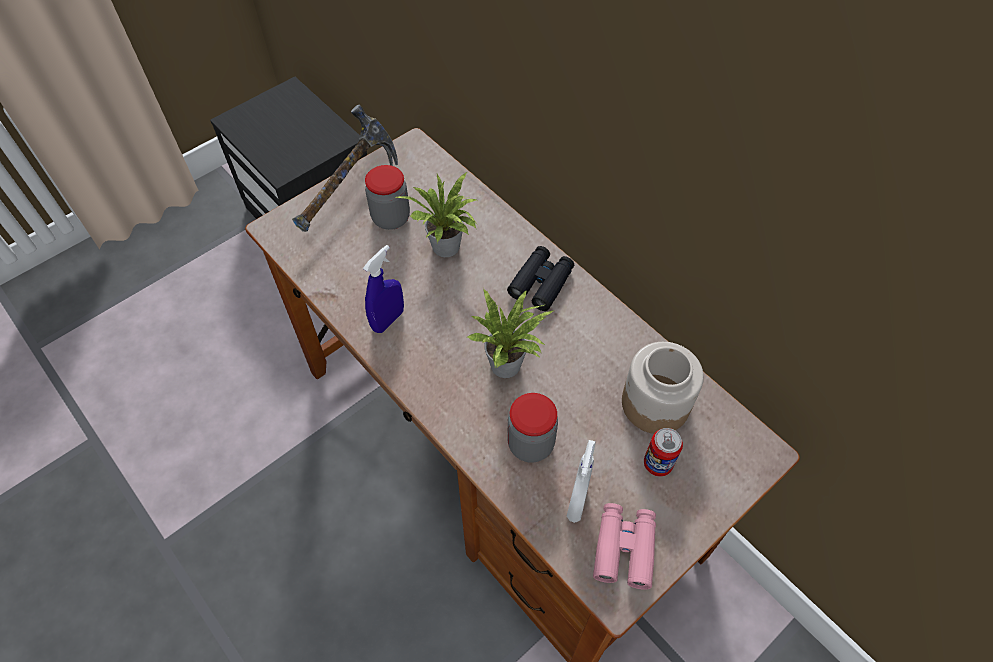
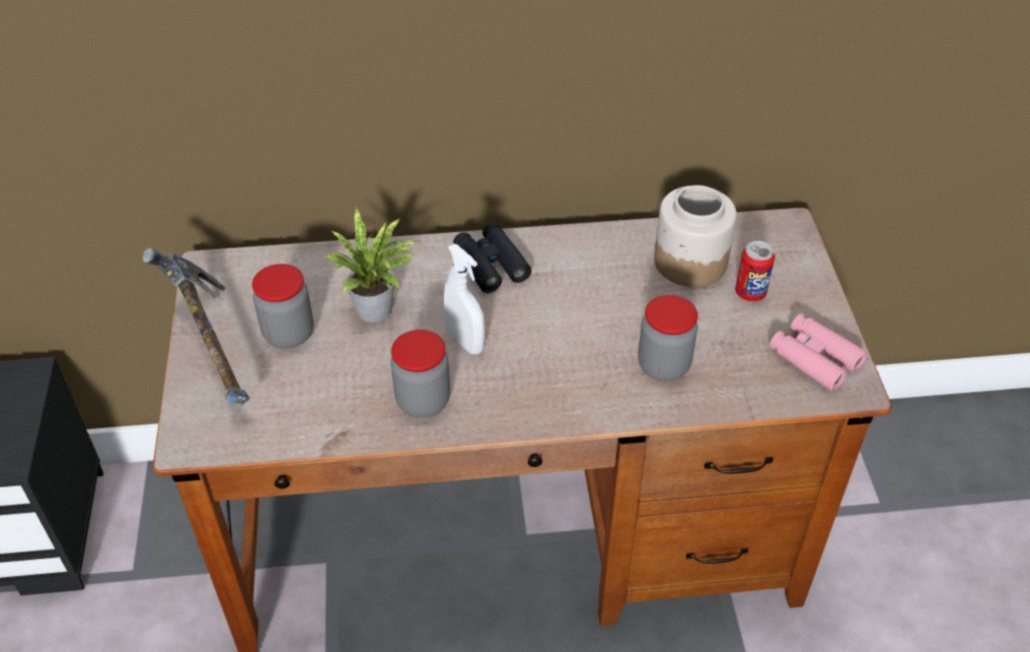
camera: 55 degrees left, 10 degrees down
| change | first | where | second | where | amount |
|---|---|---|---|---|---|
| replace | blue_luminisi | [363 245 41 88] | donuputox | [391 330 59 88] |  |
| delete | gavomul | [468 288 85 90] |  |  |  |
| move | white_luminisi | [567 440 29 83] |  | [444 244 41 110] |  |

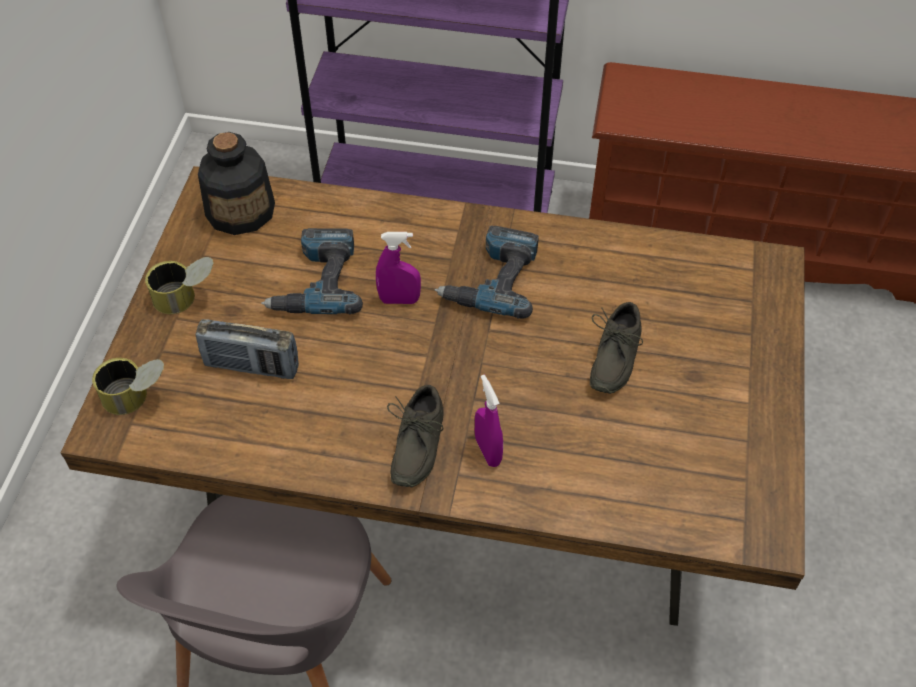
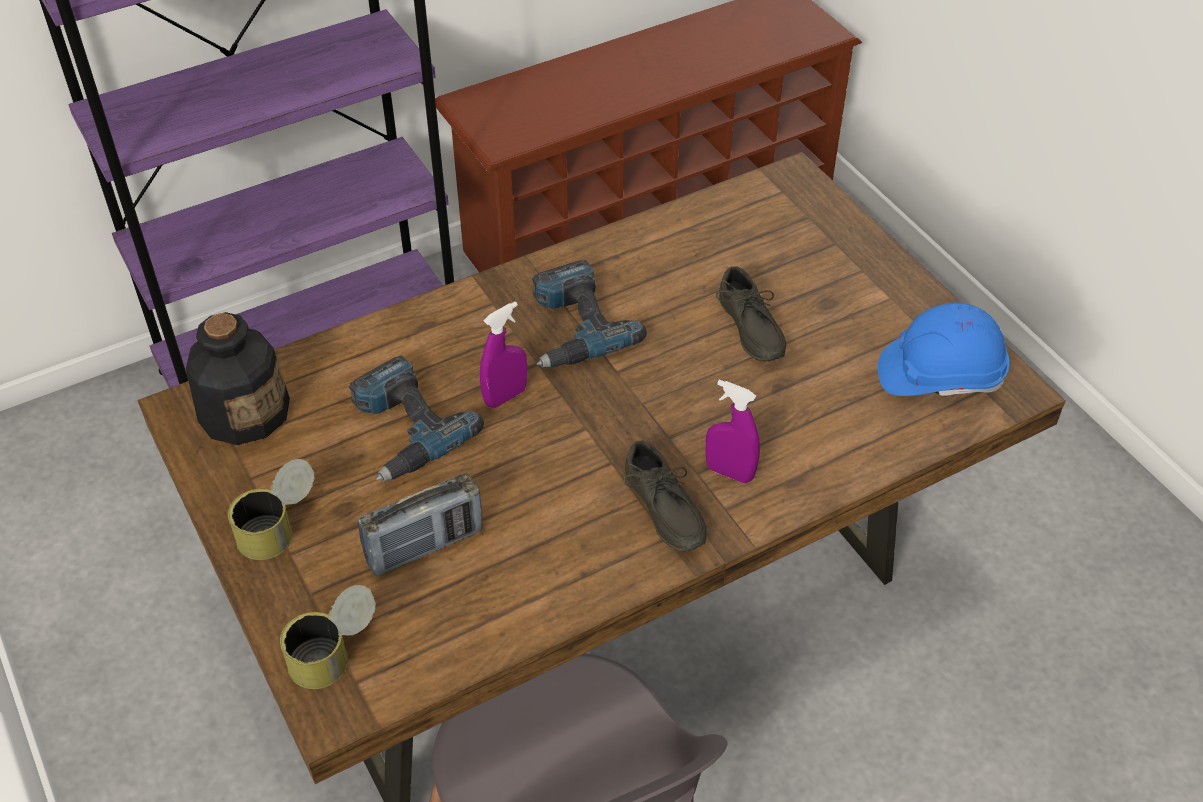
camera: 40 degrees left, 5 degrees down
| change | first | where | second | where | amount |
|---|---|---|---|---|---|
| insert |  |  | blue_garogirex | [878 303 131 93] |  |

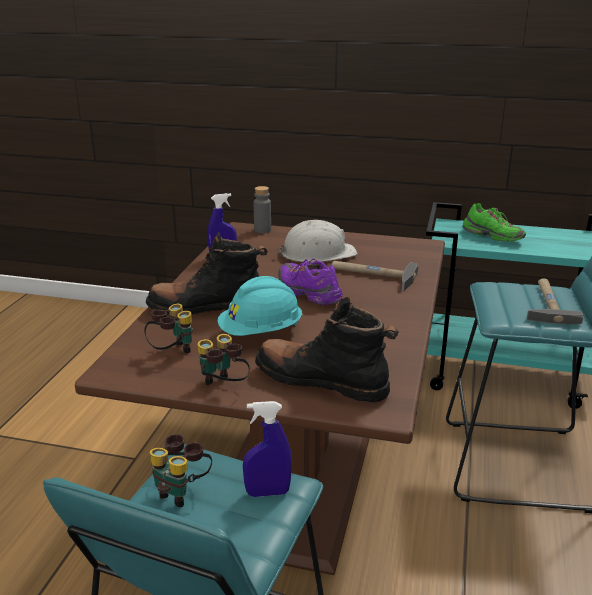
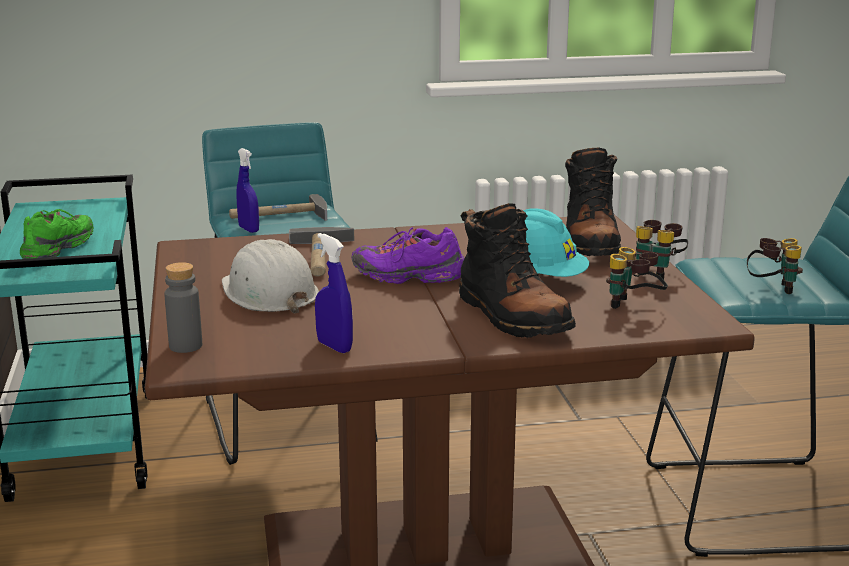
camera: 115 degrees left, 5 degrees down
| change | first | where | second | where | amount |
|---|---|---|---|---|---|
| move | blue_luminisi | [243 401 49 96] |  | [236 148 23 85] |  |
| rotate | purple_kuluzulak | [278 259 65 46] |  | [351 227 113 57] | 75 degrees clockwise |

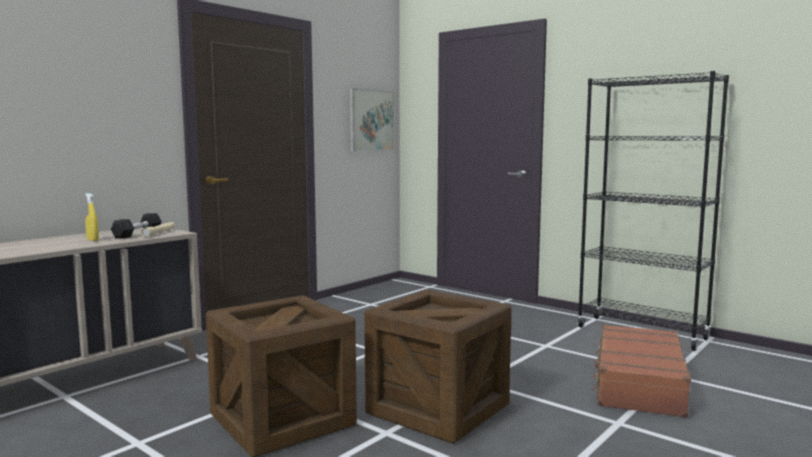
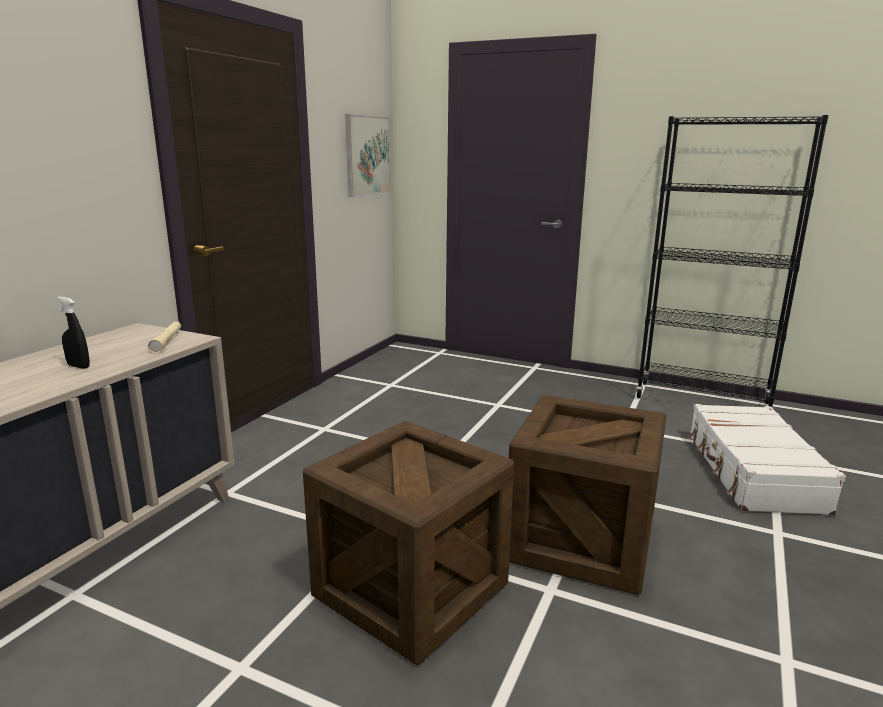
camera: 15 degrees left, 10 degrees up
| change | first | where | second | where | amount |
|---|---|---|---|---|---|
| recolor | yellow_luminisi | [85 193 14 48] | black_luminisi | [57 297 33 72] |  |
| delete | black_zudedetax | [111 213 51 26] |  |  |  |
| recolor | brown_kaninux | [591 324 100 94] | white_kaninux | [688 404 158 111] |  |

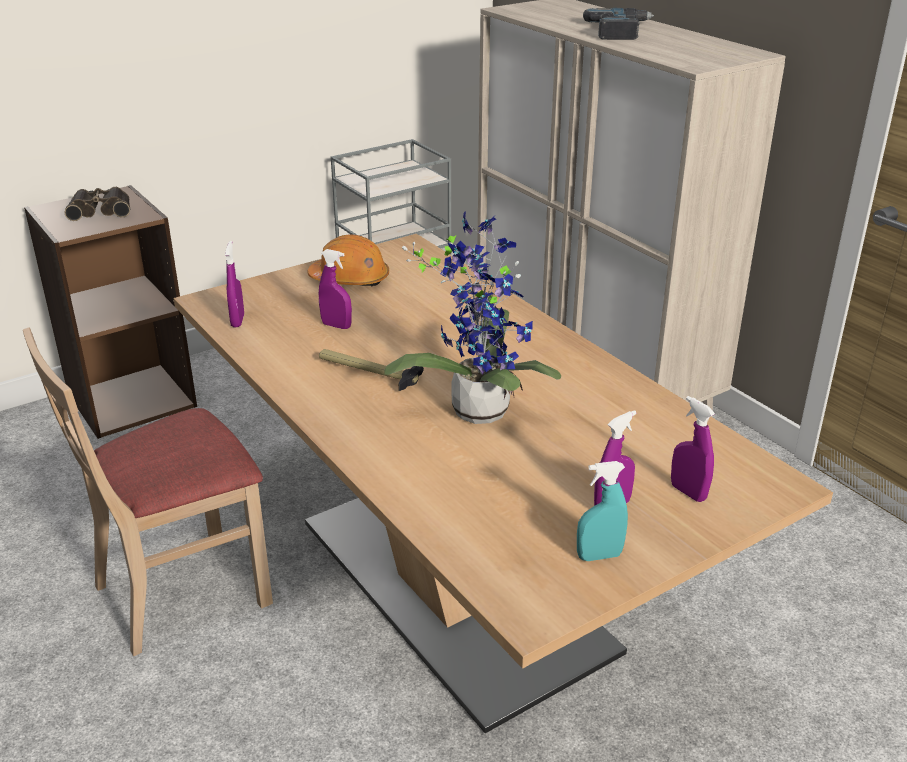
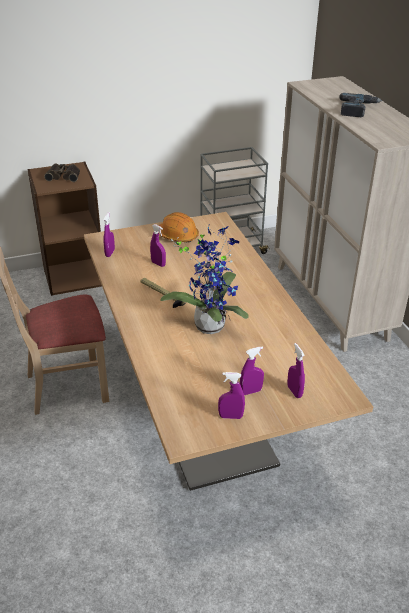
camera: 15 degrees right, 5 degrees up
| change | first | where | second | where | amount |
|---|---|---|---|---|---|
| recolor | turquoise_luminisi | [577 461 51 100] | purple_luminisi | [218 372 27 47] |  |

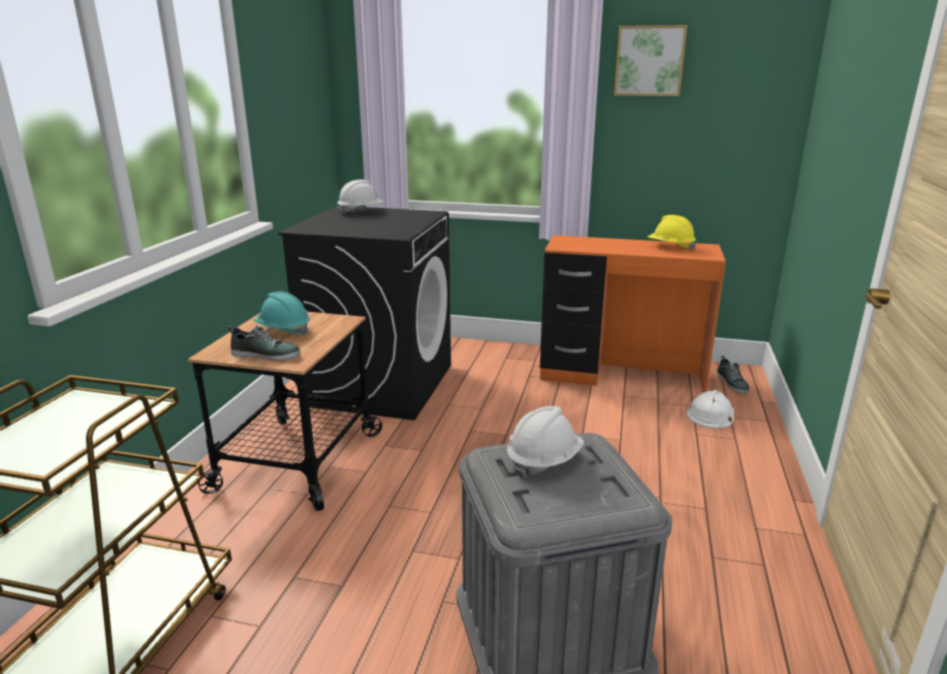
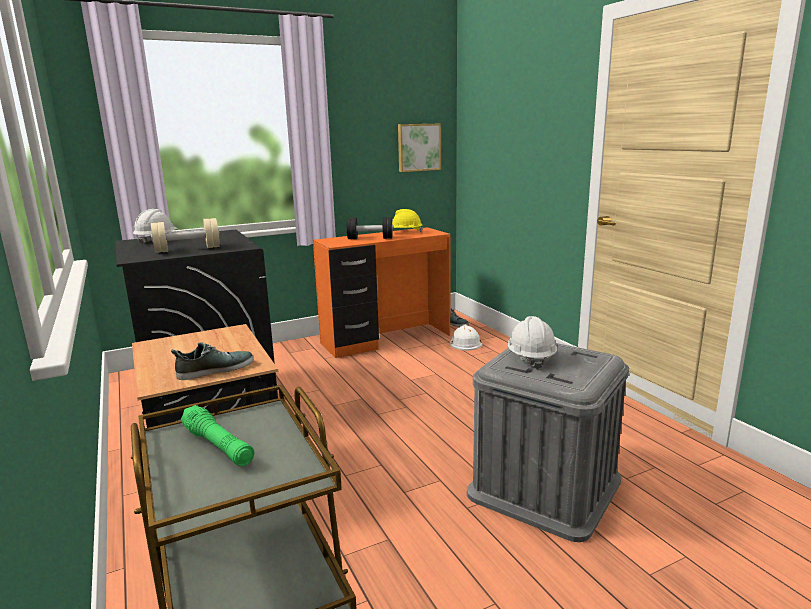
camera: 40 degrees left, 5 degrees down
| change | first | where | second | where | amount |
|---|---|---|---|---|---|
| delete | turquoise_garogirex | [253 291 57 45] |  |  |  |
| move | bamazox | [614 25 73 71] |  | [398 124 43 48] |  |
| insert |  |  | beige_zudedetax | [151 218 69 35] |  |
| insert |  |  | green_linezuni | [181 405 73 61] |  |
| insert |  |  | black_zudedetax | [347 217 46 22] |  |

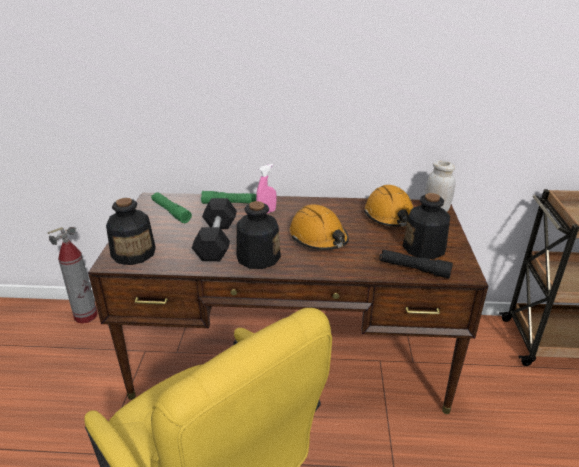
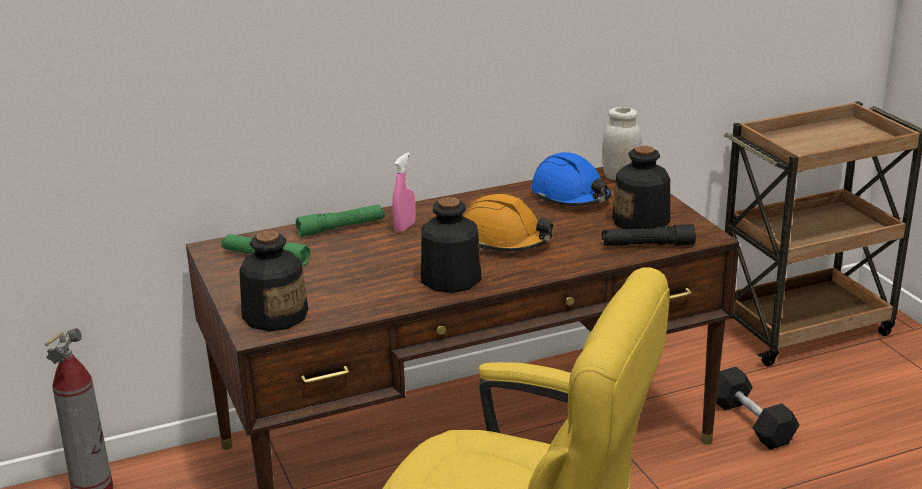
camera: 25 degrees left, 5 degrees down
| change | first | where | second | where | amount |
|---|---|---|---|---|---|
| move | black_zudedetax | [192 198 45 63] |  | [716 367 83 83] |  |
| recolor | orange_garogirex | [364 185 49 42] | blue_garogirex | [531 152 80 54] |  |

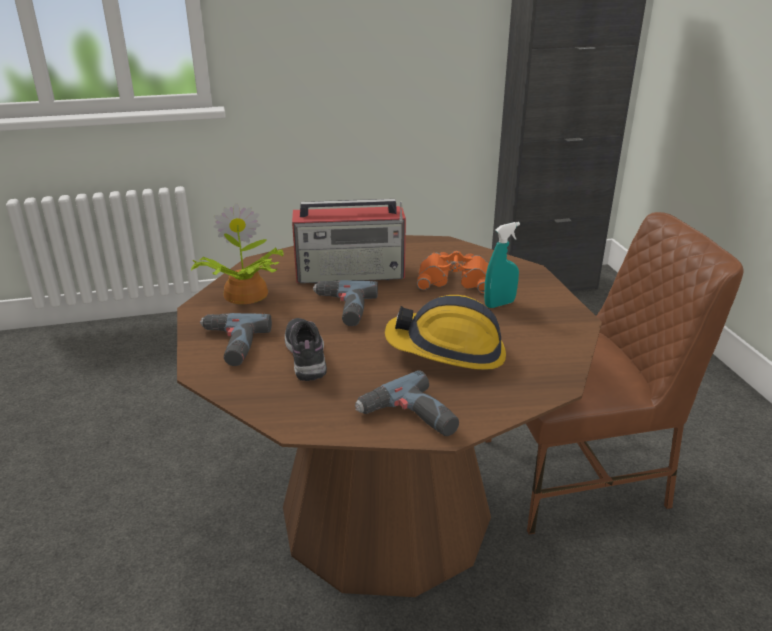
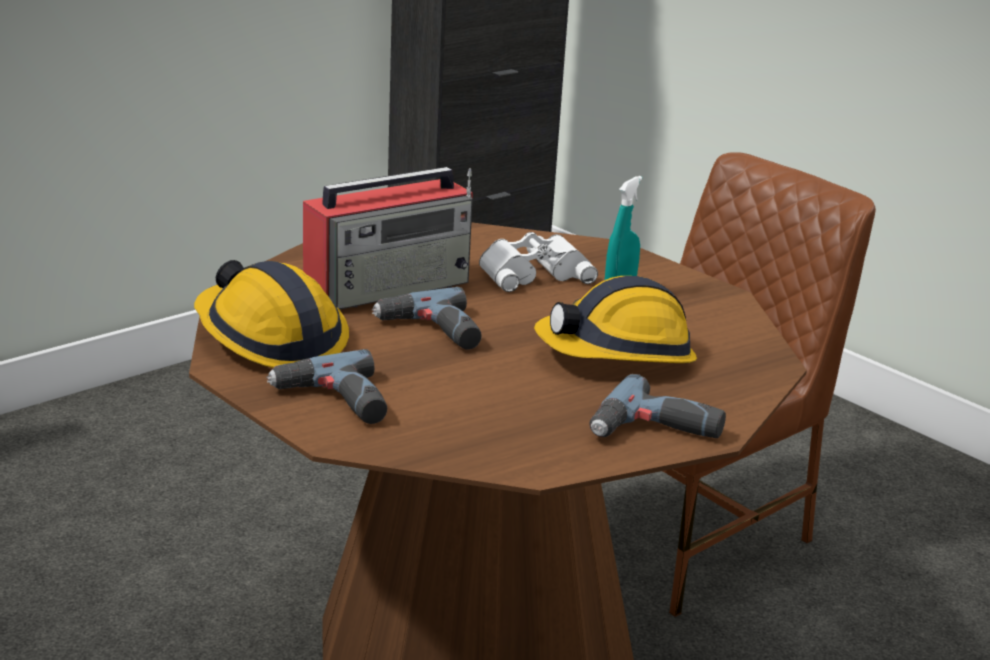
camera: 30 degrees left, 5 degrees down
| change | first | where | second | where | amount |
|---|---|---|---|---|---|
| replace | gavomul | [191 203 93 101] | garogirex | [194 260 155 108] |  |
| delete | kuluzulak | [285 318 42 63] |  |  |  |
| recolor | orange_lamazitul | [417 251 72 43] | white_lamazitul | [479 232 119 60] |  |

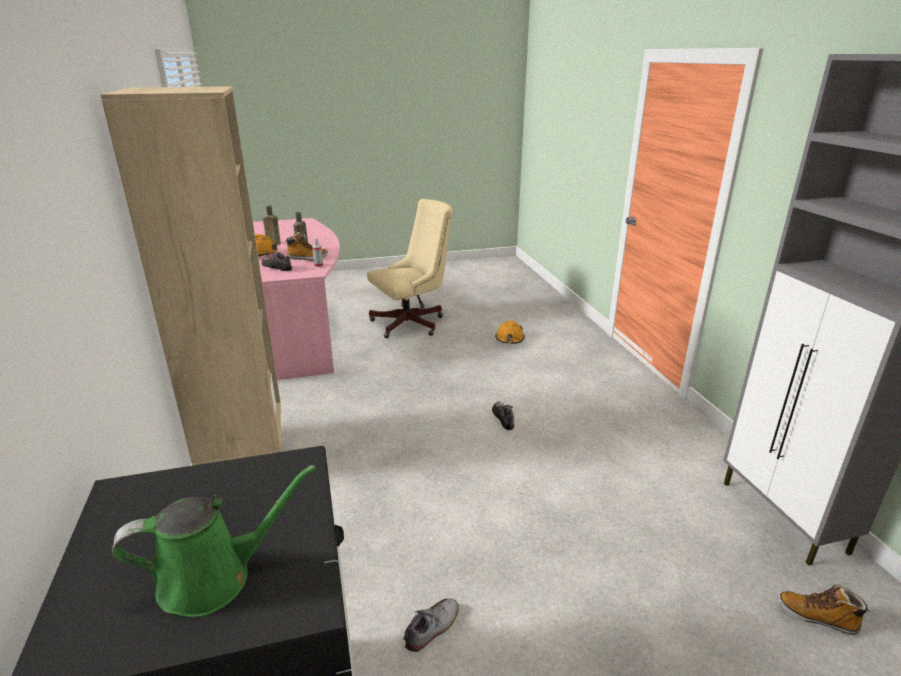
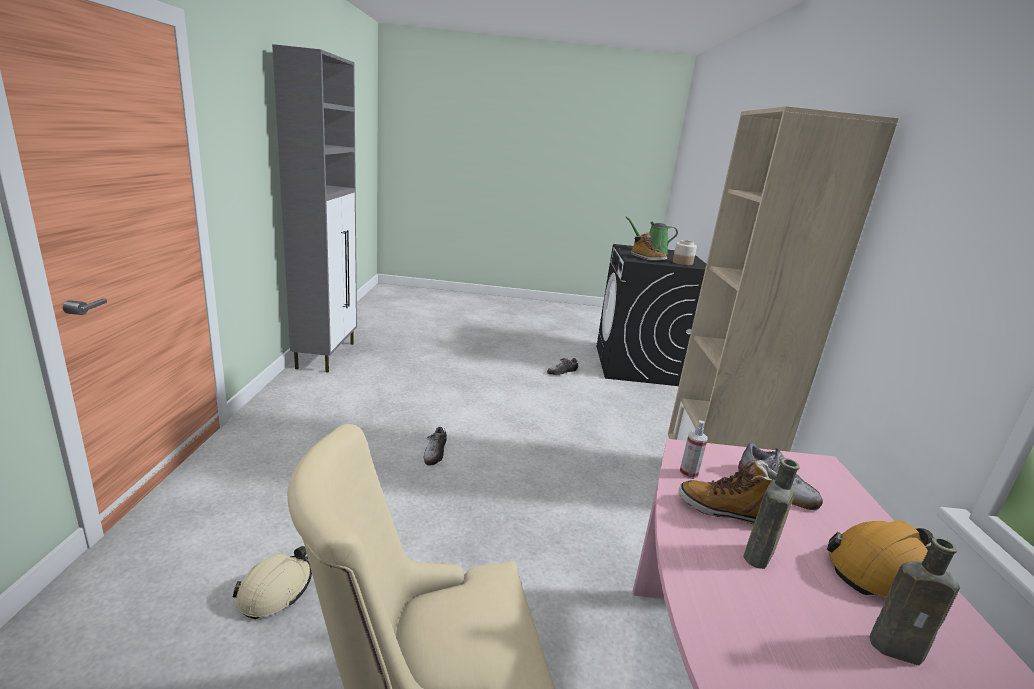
camera: 165 degrees left, 5 degrees down
| change | first | where | second | where | amount |
|---|---|---|---|---|---|
| recolor | orange_garogirex | [495 321 30 23] | beige_garogirex | [233 546 79 73] |  |
| move | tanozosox | [778 584 92 51] |  | [631 232 36 29] |  |
| insert |  |  | donuputox | [673 240 24 25] |  |

